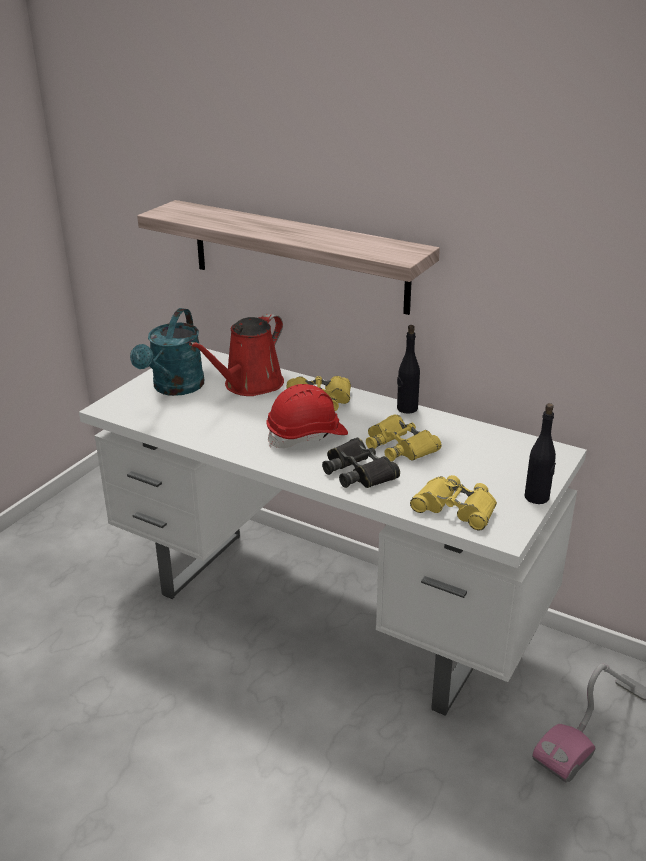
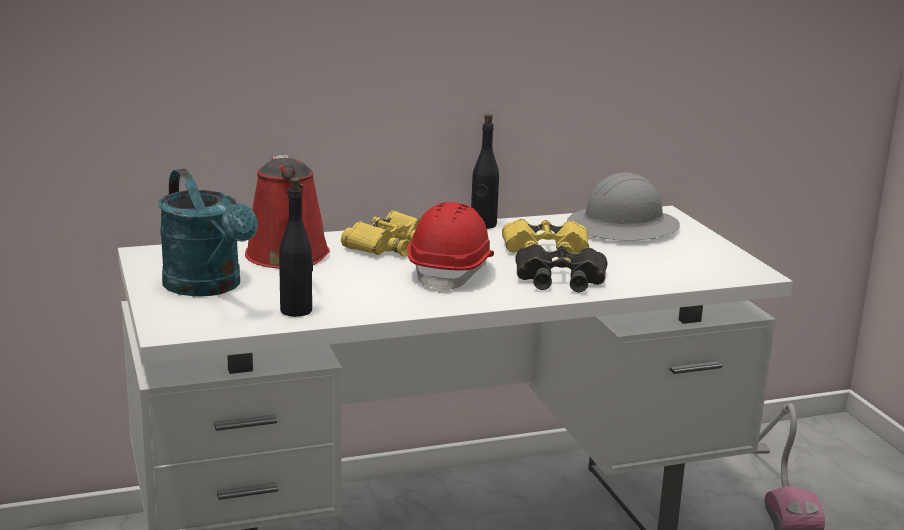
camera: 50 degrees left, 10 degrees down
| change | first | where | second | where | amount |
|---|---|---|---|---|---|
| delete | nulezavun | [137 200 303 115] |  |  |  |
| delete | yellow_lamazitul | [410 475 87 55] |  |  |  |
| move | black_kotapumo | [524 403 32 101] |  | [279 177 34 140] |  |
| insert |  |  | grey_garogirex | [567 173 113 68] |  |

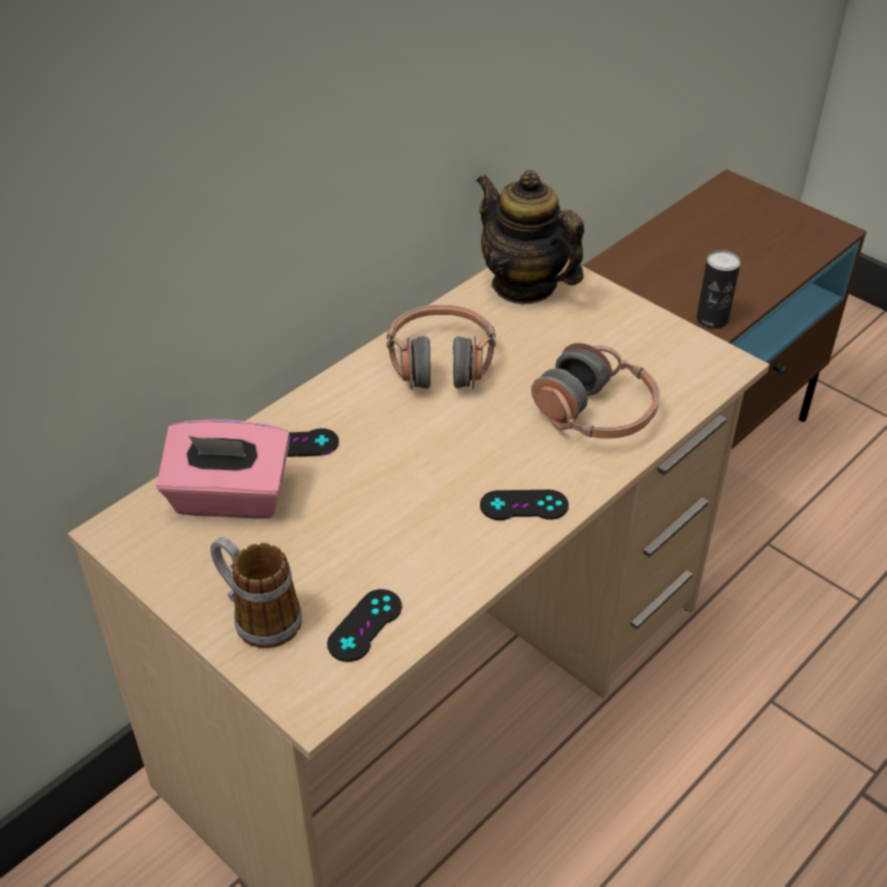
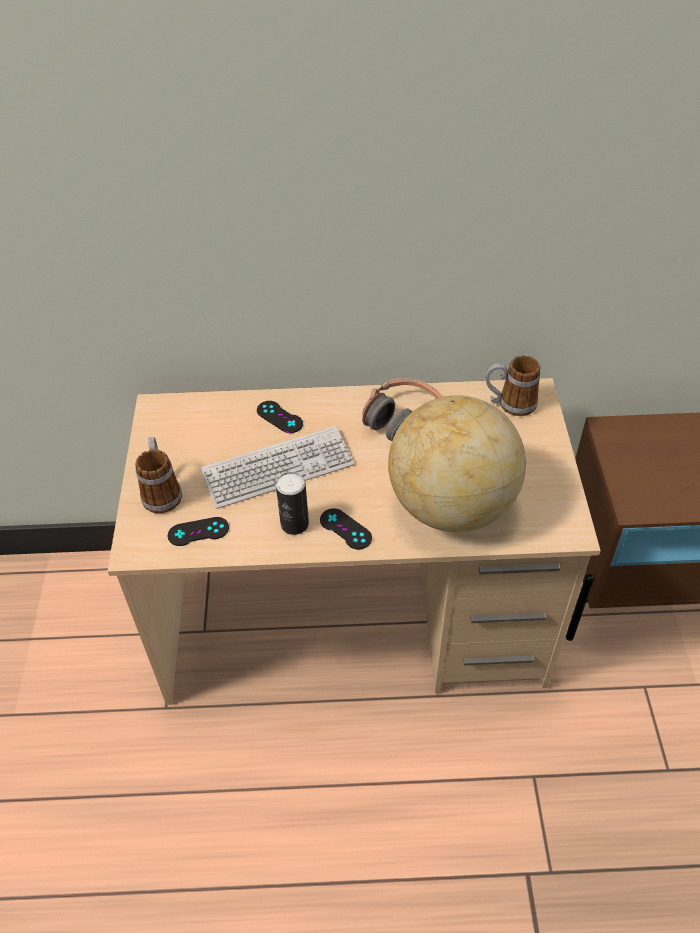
camera: 45 degrees right, 5 degrees up
| change | first | where | second | where | amount |
|---|---|---|---|---|---|
| delete | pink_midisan | [157 420 134 99] |  |  |  |
| replace | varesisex | [476 170 108 134] | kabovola | [486 355 54 61] |  |
| replace | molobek | [531 343 129 96] | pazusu | [388 395 138 137] |  |
| move | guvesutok | [696 250 45 79] |  | [276 472 33 63] |  |
| insert |  |  | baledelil | [201 426 153 83] |  |

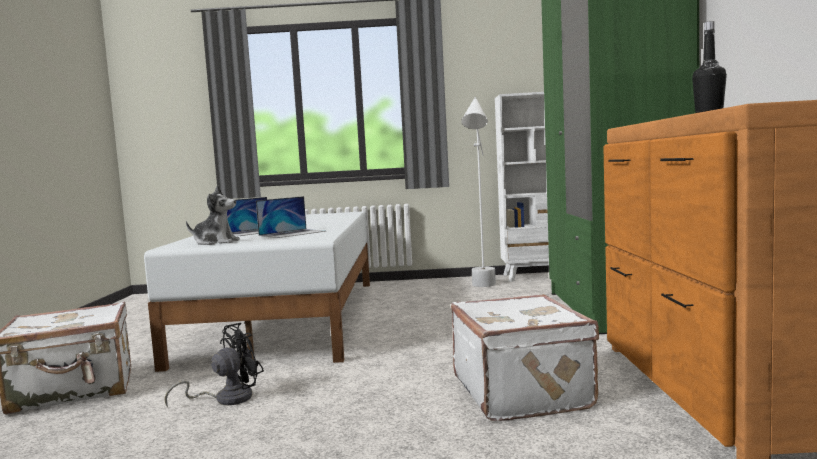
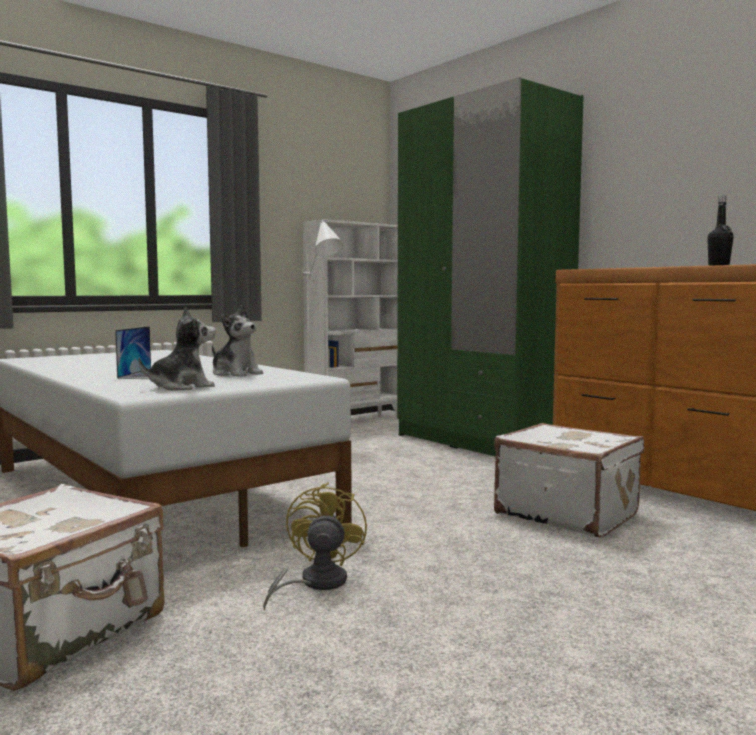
camera: 40 degrees left, 0 degrees up
| change | first | where | second | where | amount |
|---|---|---|---|---|---|
| recolor | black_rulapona | [164 323 100 85] | yellow_rulapona | [263 482 104 128] |  |
| replace | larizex | [256 196 70 42] | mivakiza | [212 305 51 72] |  |

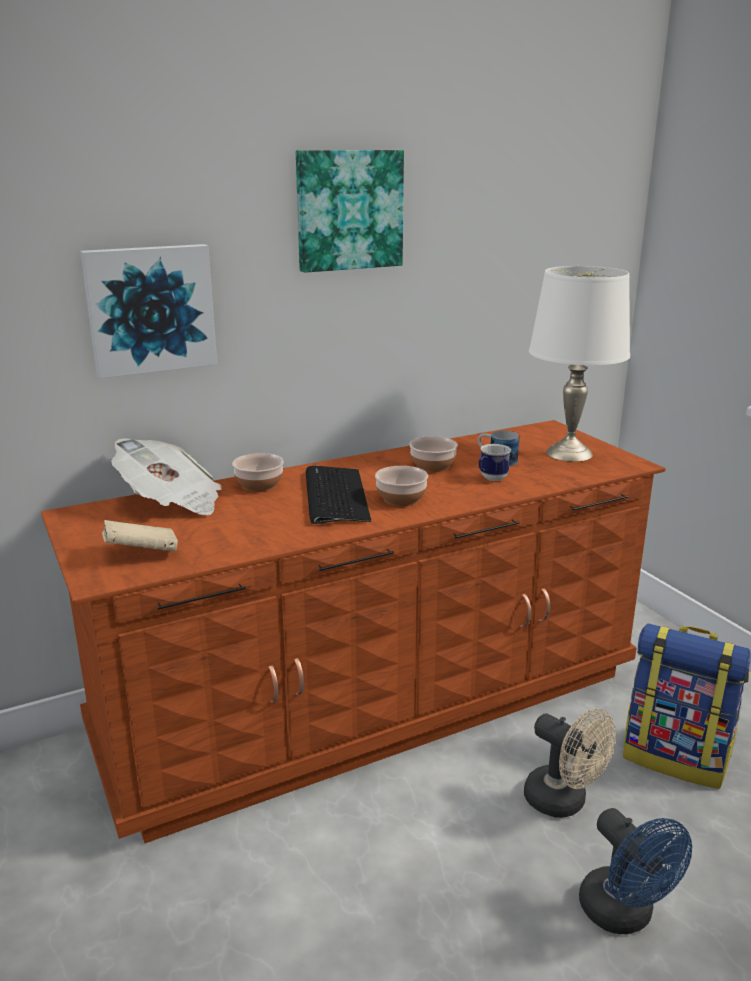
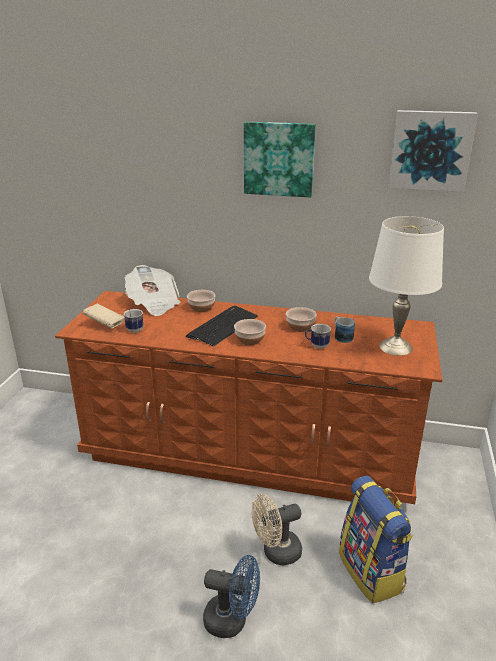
camera: 40 degrees right, 5 degrees up
| change | first | where | second | where | amount |
|---|---|---|---|---|---|
| move | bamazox | [80 244 137 134] |  | [389 110 89 82] |  |
| rotate | beige_rulapona | [524 709 91 109] |  | [252 494 50 72] | 75 degrees clockwise |
| rotate | blue_rulapona | [579 808 113 126] |  | [203 555 57 83] | 90 degrees counterclockwise |
| insert |  |  | kabovola | [124 309 19 24] |  |

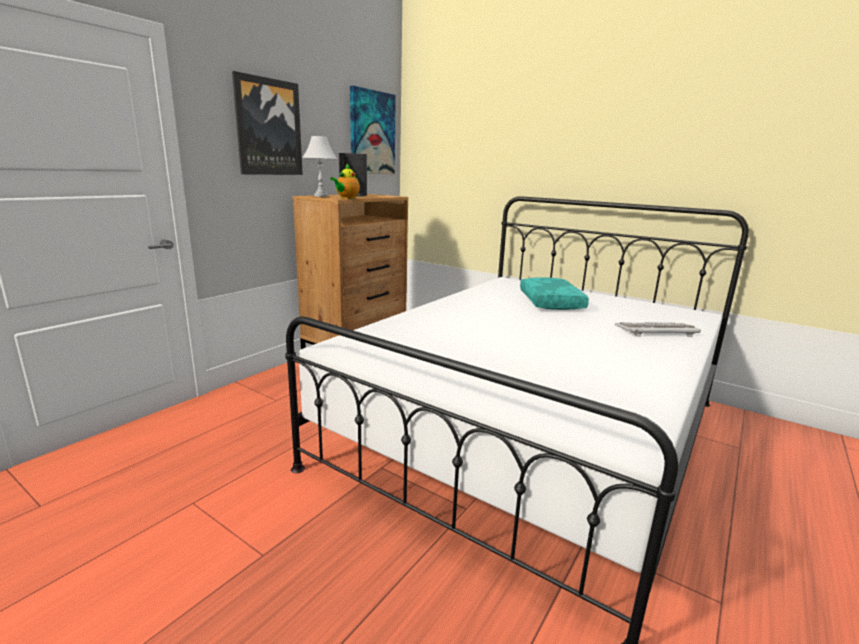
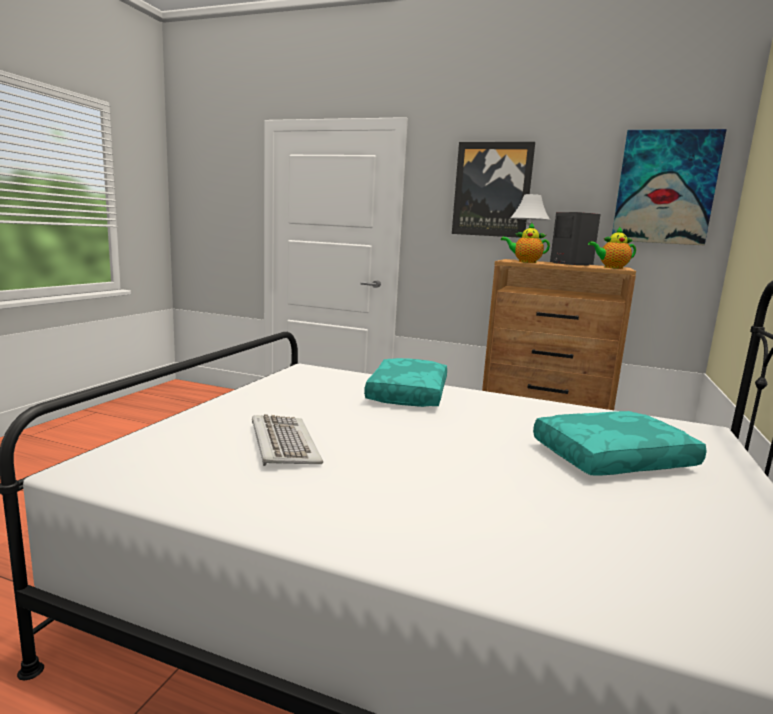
camera: 75 degrees right, 5 degrees down
| change | first | where | second | where | amount |
|---|---|---|---|---|---|
| move | baledelil | [615 322 86 15] |  | [252 414 71 52] |  |
| insert |  |  | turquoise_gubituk | [364 358 83 49] |  |
| insert |  |  | varesisex | [588 227 48 42] |  |

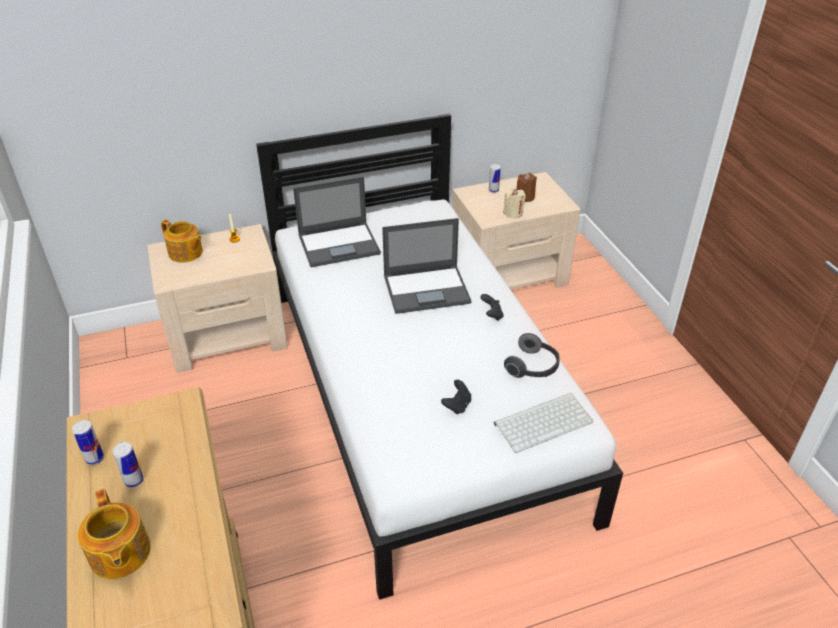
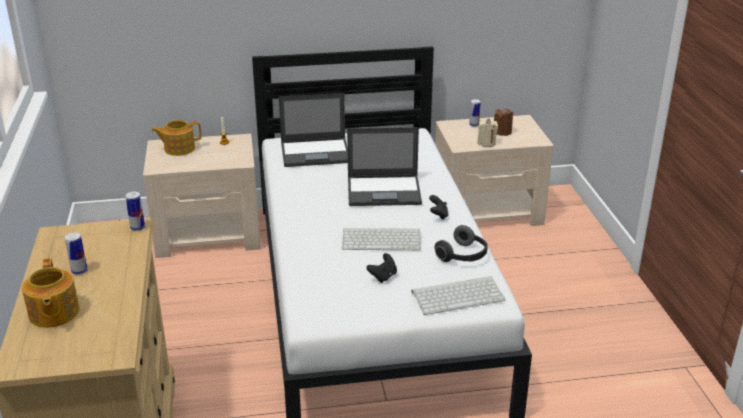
camera: 10 degrees right, 10 degrees down
| change | first | where | second | where | amount |
|---|---|---|---|---|---|
| move | guvesutok | [72 420 32 45] |  | [125 191 20 40] |  |
| rotate | varesisex | [161 220 42 42] |  | [151 120 51 36] | 120 degrees clockwise |
| insert |  |  | baledelil | [342 228 79 22] |  |

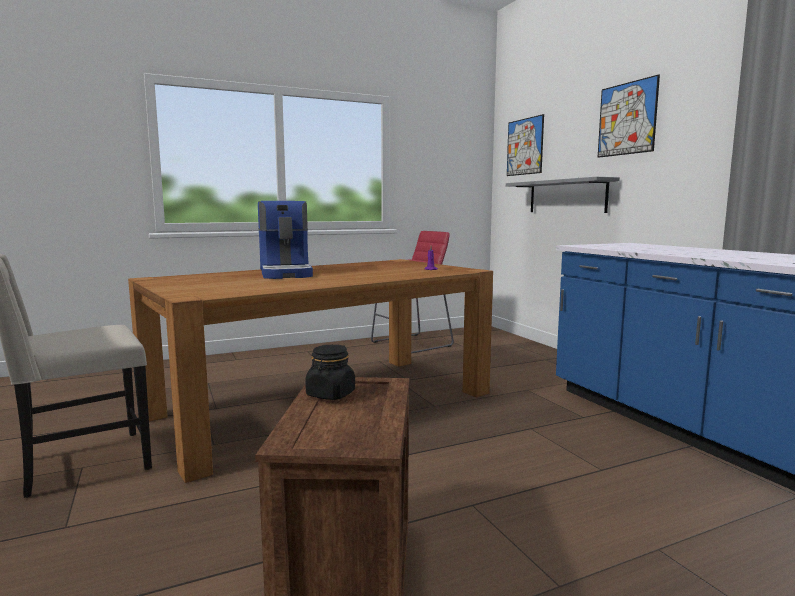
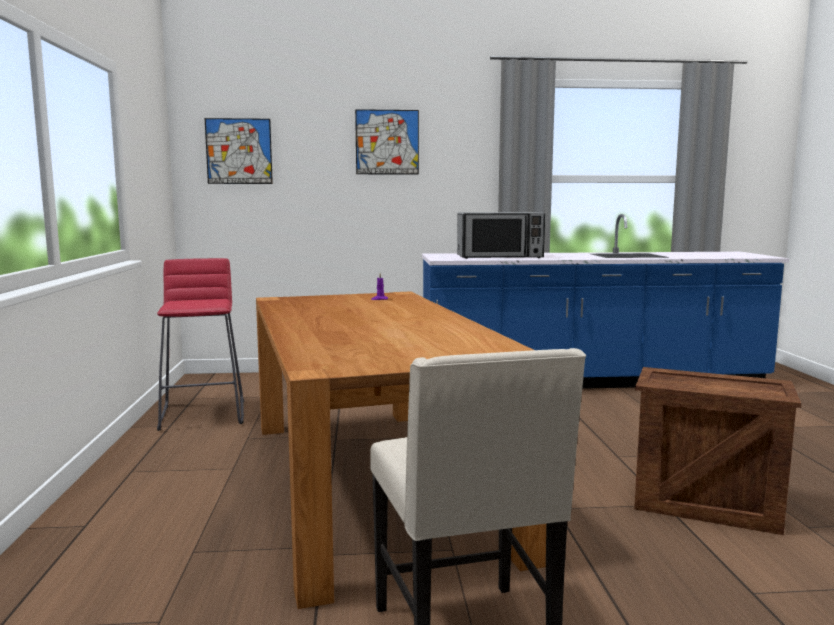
camera: 70 degrees left, 0 degrees up
| change | first | where | second | where | amount |
|---|---|---|---|---|---|
| delete | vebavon | [258 201 55 78] |  |  |  |
| delete | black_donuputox | [305 345 50 55] |  |  |  |
| delete | grey_nulezavun | [506 177 114 36] |  |  |  |
| insert |  |  | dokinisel | [457 212 88 47] |  |

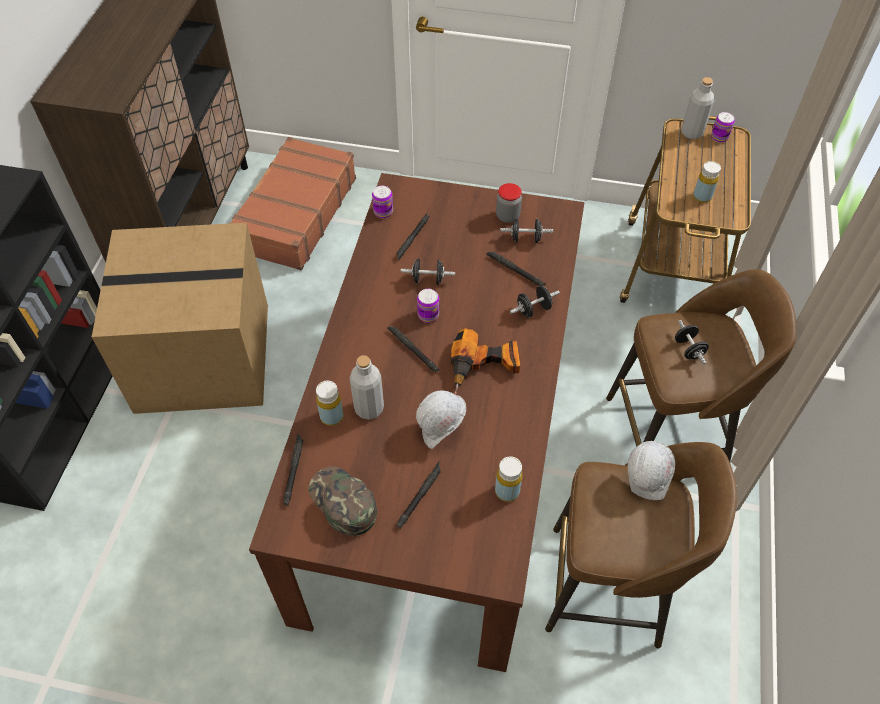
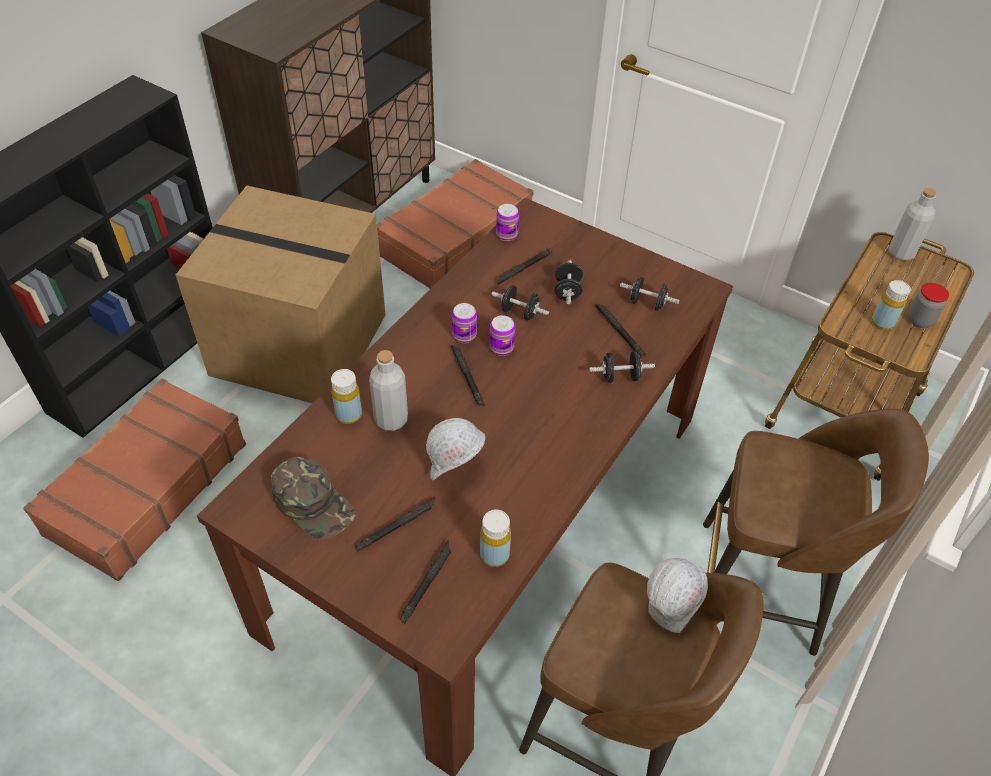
camera: 20 degrees right, 5 degrees down
| change | first | where | second | where | amount |
|---|---|---|---|---|---|
| move | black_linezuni | [283 433 20 73] |  | [400 540 51 84] |  |
| rotate | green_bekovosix | [308 466 69 70] |  | [271 457 85 83] | 150 degrees clockwise |
| delete | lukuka | [451 328 69 67] |  |  |  |
| move | donuputox | [496 183 26 40] |  | [908 283 41 45] |  |
| move | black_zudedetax | [675 320 34 45] |  | [554 260 29 44] |  |
| move | guvesutok | [711 112 24 31] |  | [452 303 25 40] |  |
| insert |  |  | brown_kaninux | [23 378 223 203] |  |

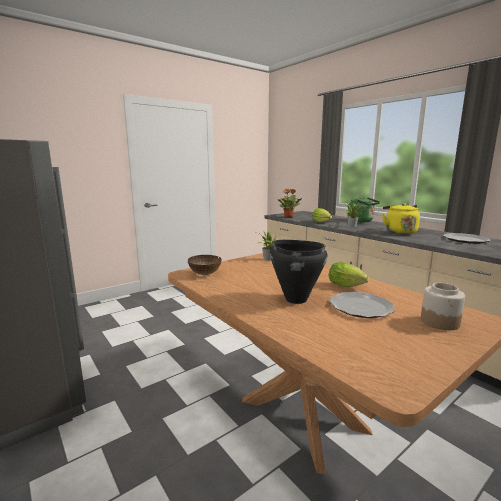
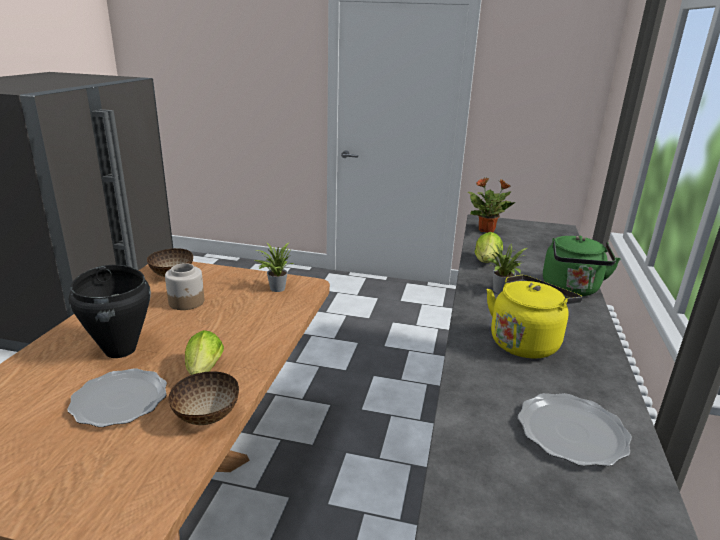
camera: 50 degrees right, 10 degrees up
| change | first | where | second | where | amount |
|---|---|---|---|---|---|
| move | donuputox | [421 283 44 47] |  | [165 263 39 47] |  |
| insert |  |  | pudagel | [168 371 71 54] |  |

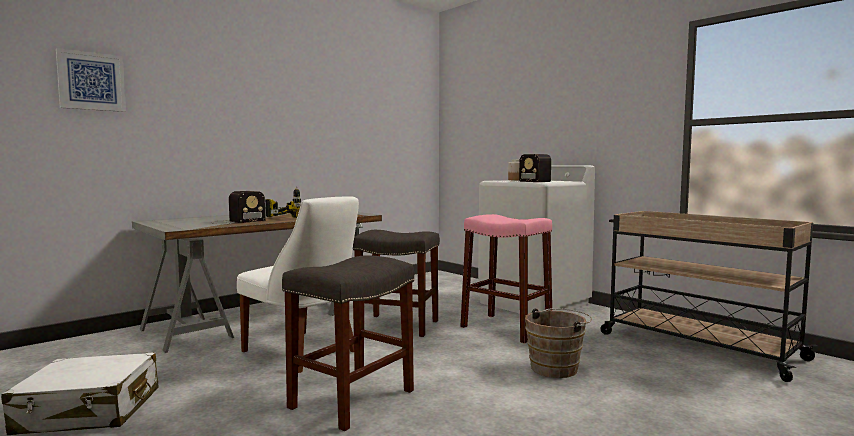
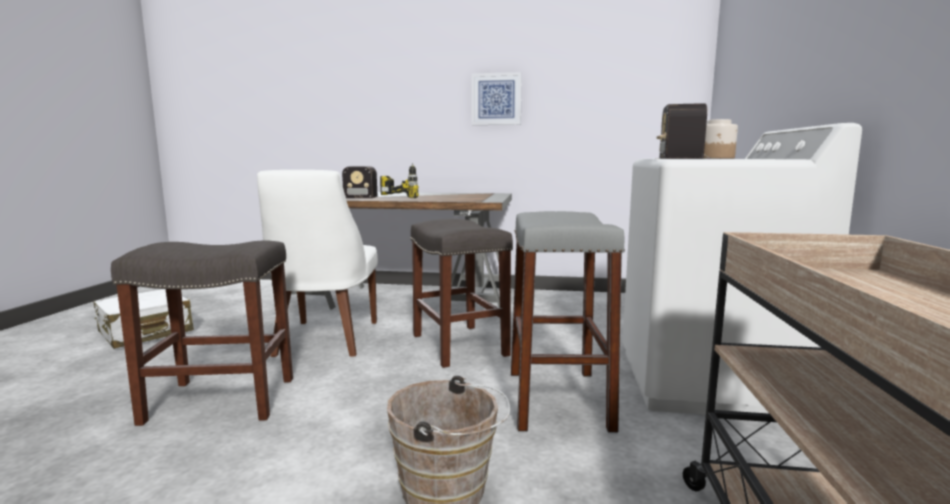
camera: 50 degrees right, 5 degrees up
| change | first | where | second | where | amount |
|---|---|---|---|---|---|
| move | bamazox | [56 48 70 64] |  | [471 72 51 53] |  |
| recolor | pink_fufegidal | [460 214 92 130] | grey_fufegidal | [511 211 114 222] |  |

